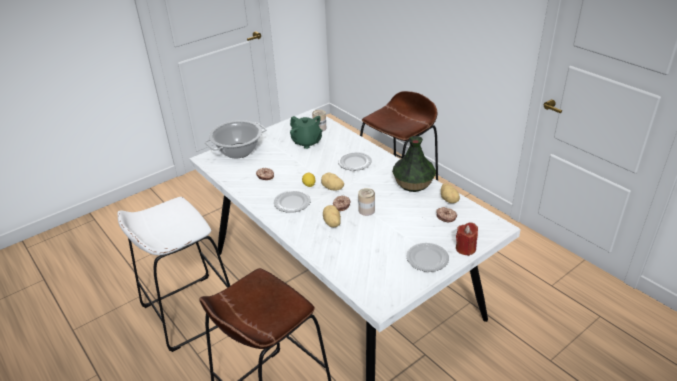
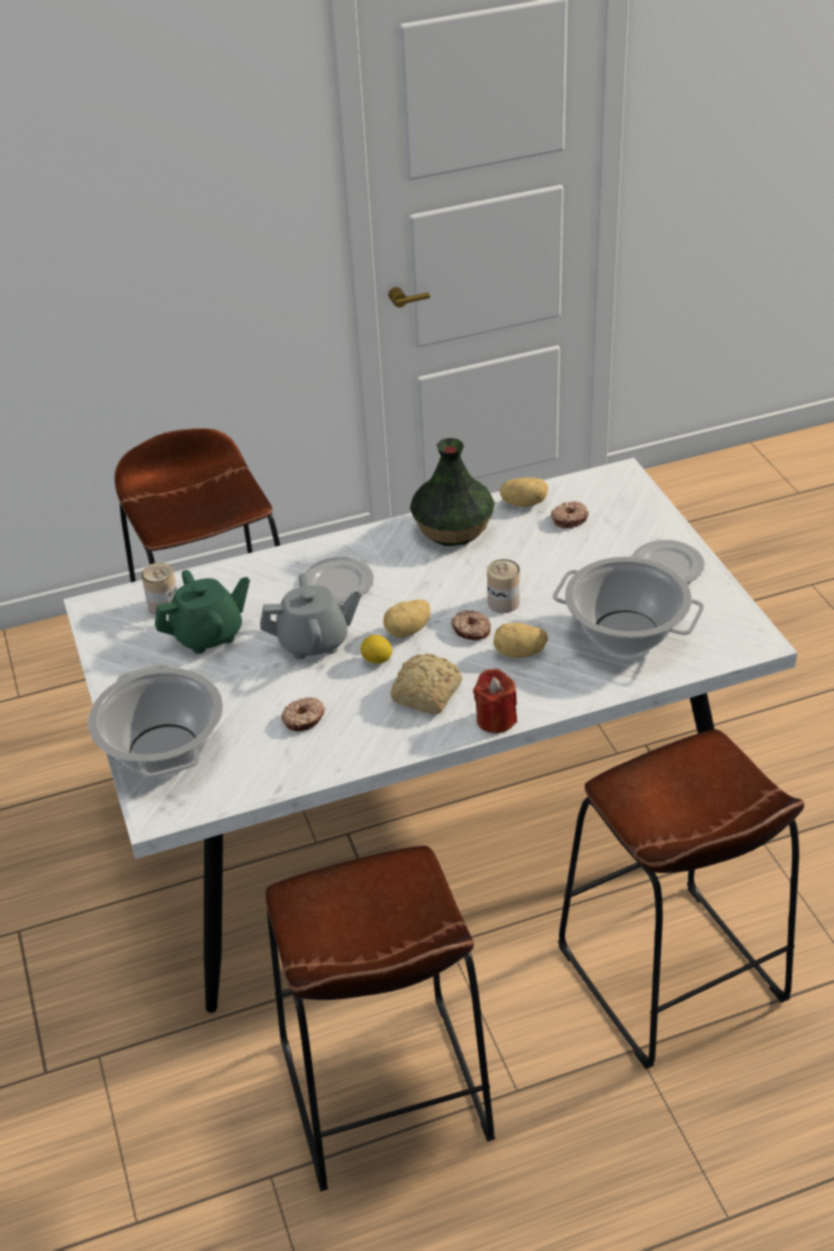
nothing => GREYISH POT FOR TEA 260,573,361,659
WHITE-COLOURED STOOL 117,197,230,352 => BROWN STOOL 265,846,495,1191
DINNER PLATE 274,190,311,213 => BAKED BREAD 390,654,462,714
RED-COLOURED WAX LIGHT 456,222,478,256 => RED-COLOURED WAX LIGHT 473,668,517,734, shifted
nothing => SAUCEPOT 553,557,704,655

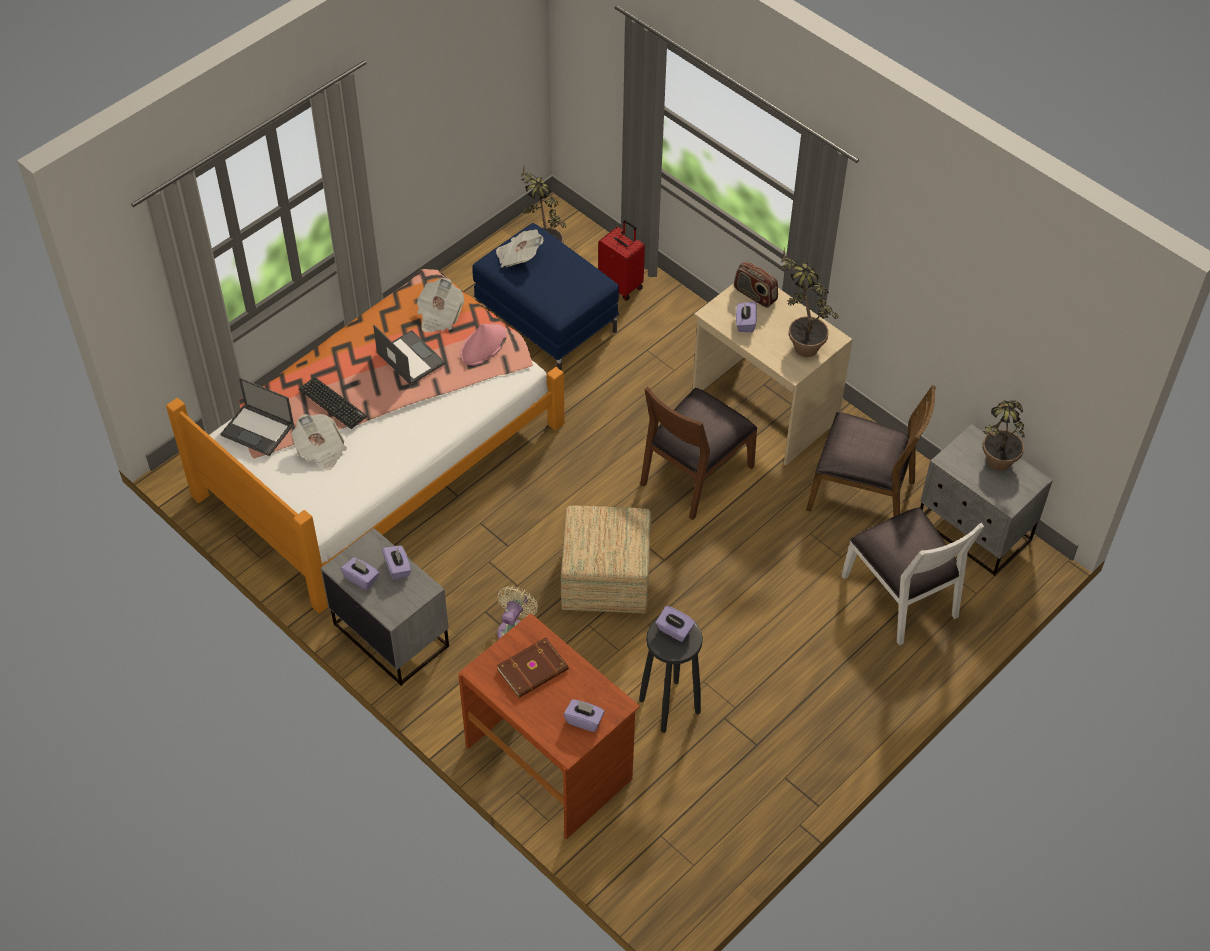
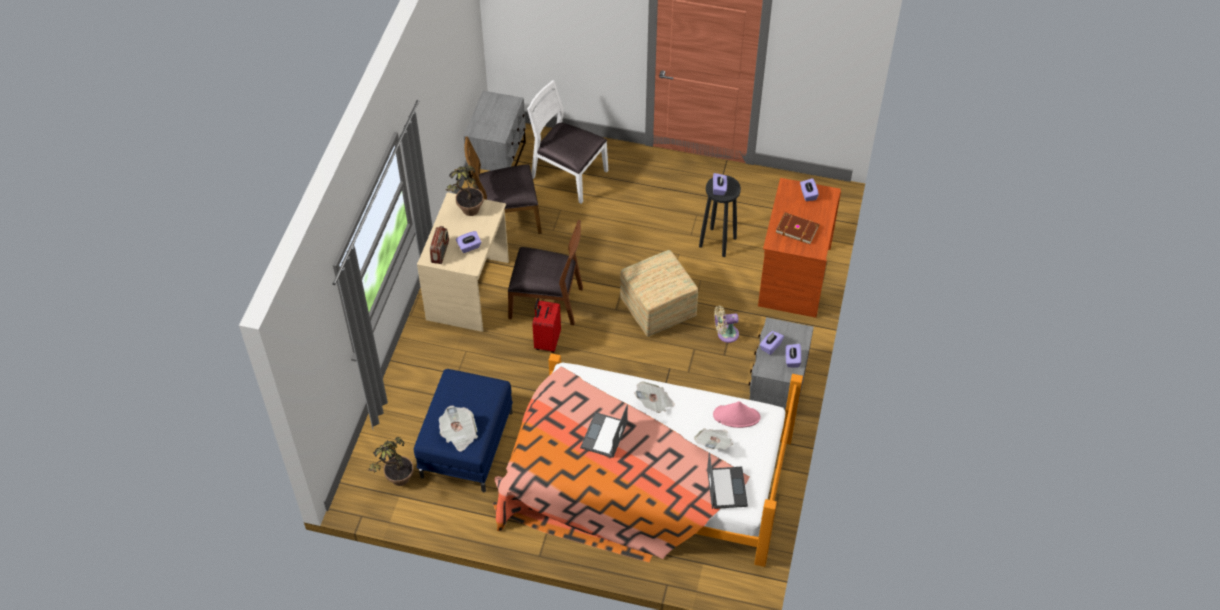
BROWN UPRIGHT CHAIR 806,385,936,517 => BROWN UPRIGHT CHAIR 464,136,542,234, 90 degrees counterclockwise
WHITE-COLOURED UPRIGHT CHAIR 841,507,984,646 => WHITE-COLOURED UPRIGHT CHAIR 527,80,608,204, 90 degrees counterclockwise
RED-COLOURED PIECE OF LUGGAGE 598,220,645,301 => RED-COLOURED PIECE OF LUGGAGE 532,299,561,353, shifted
PRINTED PAPER 417,278,464,332 => PRINTED PAPER 634,381,675,413, shifted
PINK WEARABLE HAT 460,324,507,366 => PINK WEARABLE HAT 713,401,761,428, shifted
PC KEYBOARD 299,377,367,429 => nothing
PLANT IN A POT 983,400,1025,471 => nothing

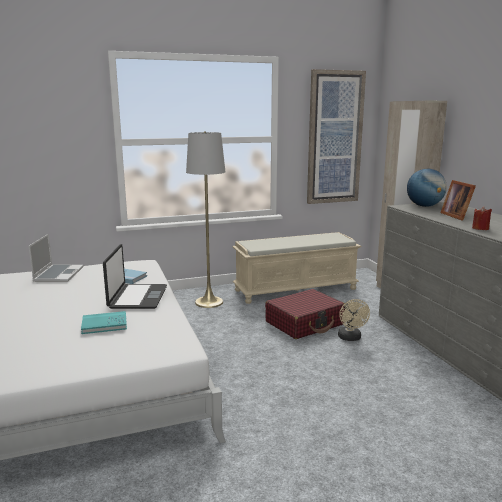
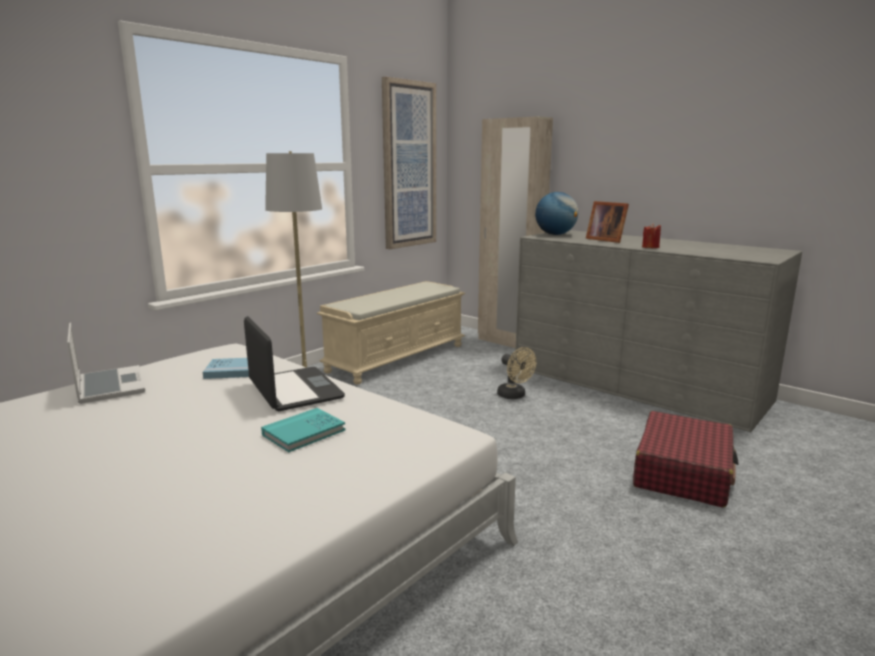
RED-COLOURED PIECE OF LUGGAGE 265,289,345,339 => RED-COLOURED PIECE OF LUGGAGE 633,411,739,507, shifted

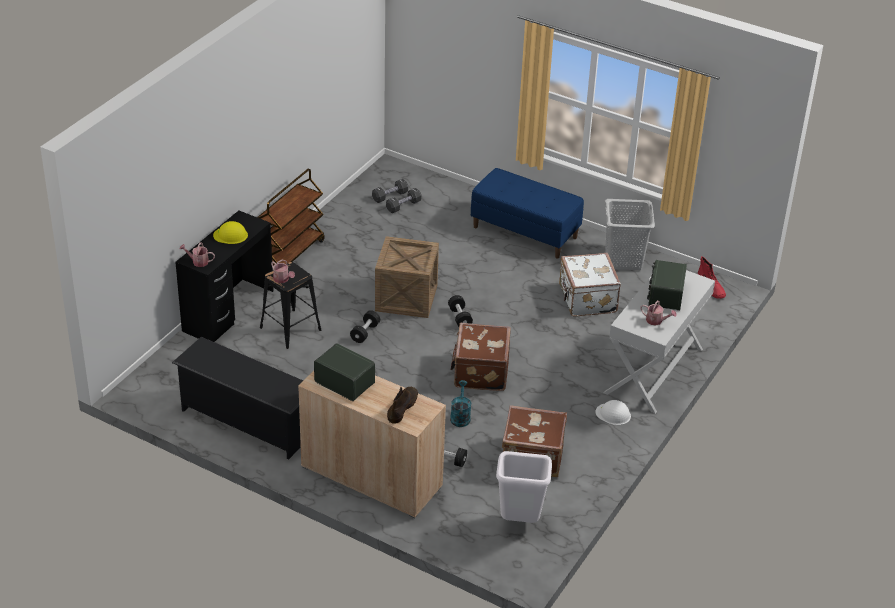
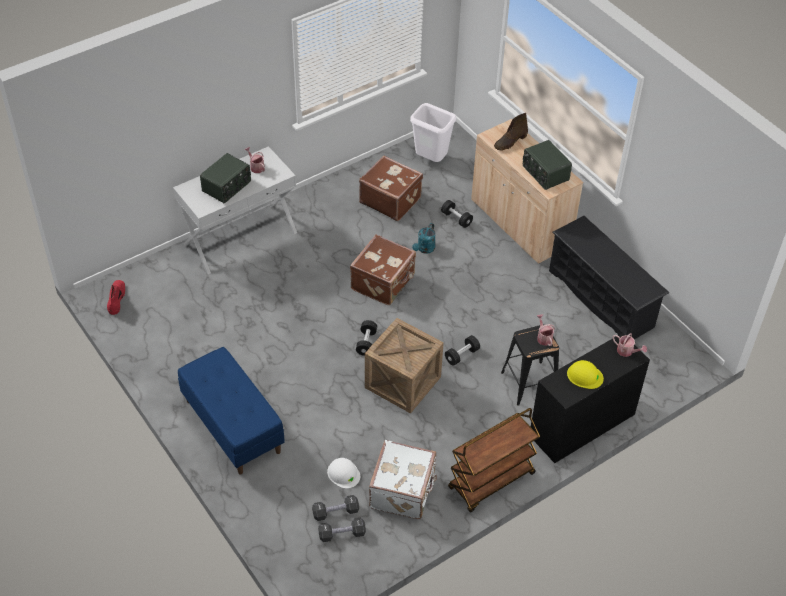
WHITE-COLOURED SAFETY HELMET 596,400,631,425 => WHITE-COLOURED SAFETY HELMET 327,458,360,489, shifted
WHITE-COLOURED PIECE OF LUGGAGE 559,253,621,316 => WHITE-COLOURED PIECE OF LUGGAGE 369,440,437,519, shifted
GREYISH LAUNDRY BASKET 605,199,655,270 => nothing

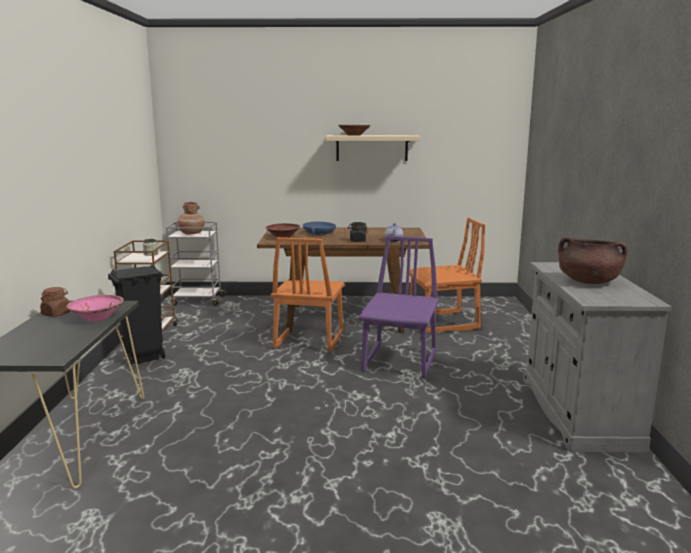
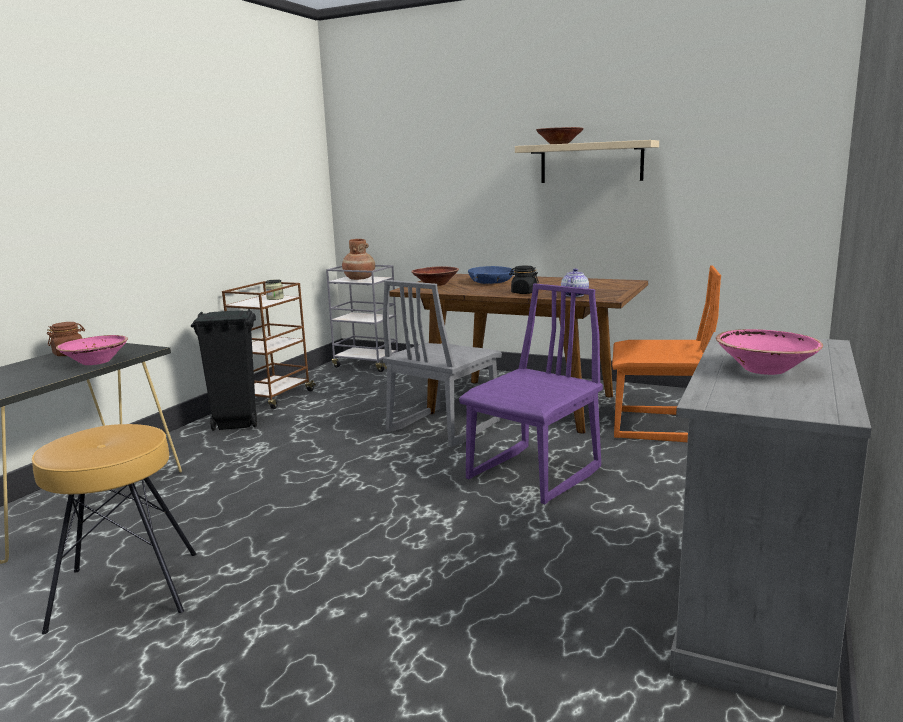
nothing => BROWN STOOL 32,424,196,634
ORANGE-COLOURED UPRIGHT CHAIR 271,237,345,352 => GREYISH UPRIGHT CHAIR 383,280,502,447
BROWN SAUCEPOT 558,237,627,284 => PINK DEEP DISH 716,329,823,375

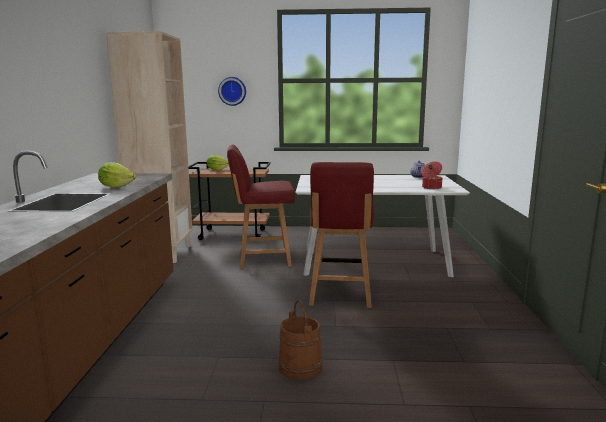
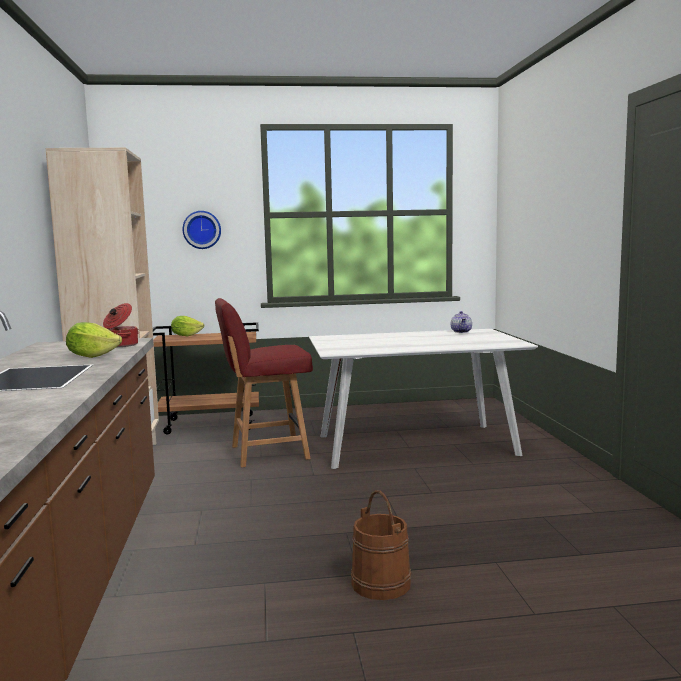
SAUCEPOT 421,162,442,189 => SAUCEPOT 103,303,138,347, shifted
RED-COLOURED UPRIGHT CHAIR 309,162,374,308 => nothing

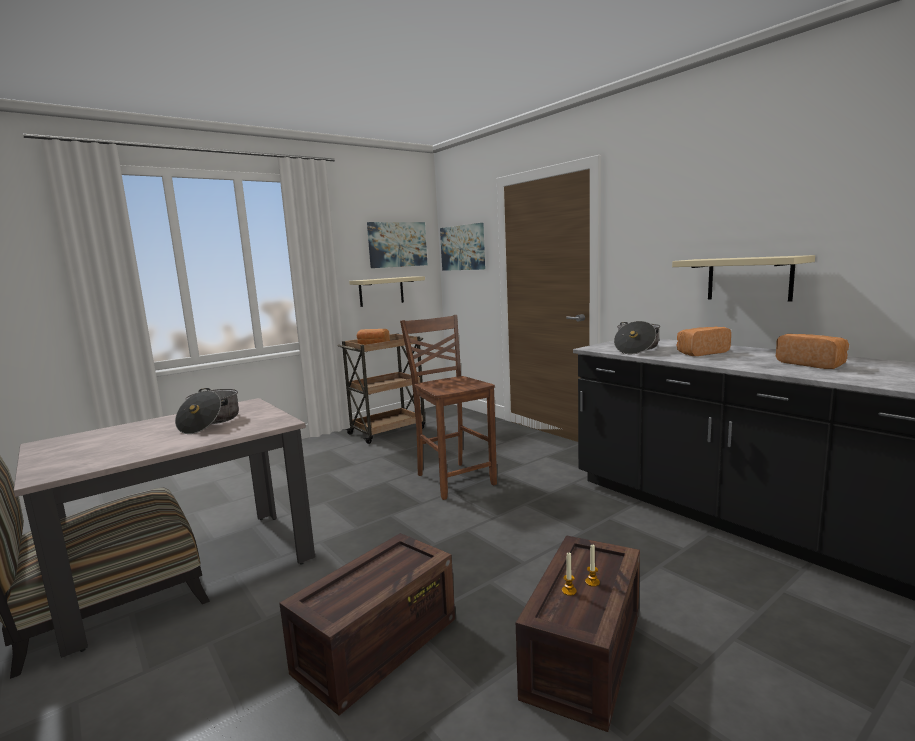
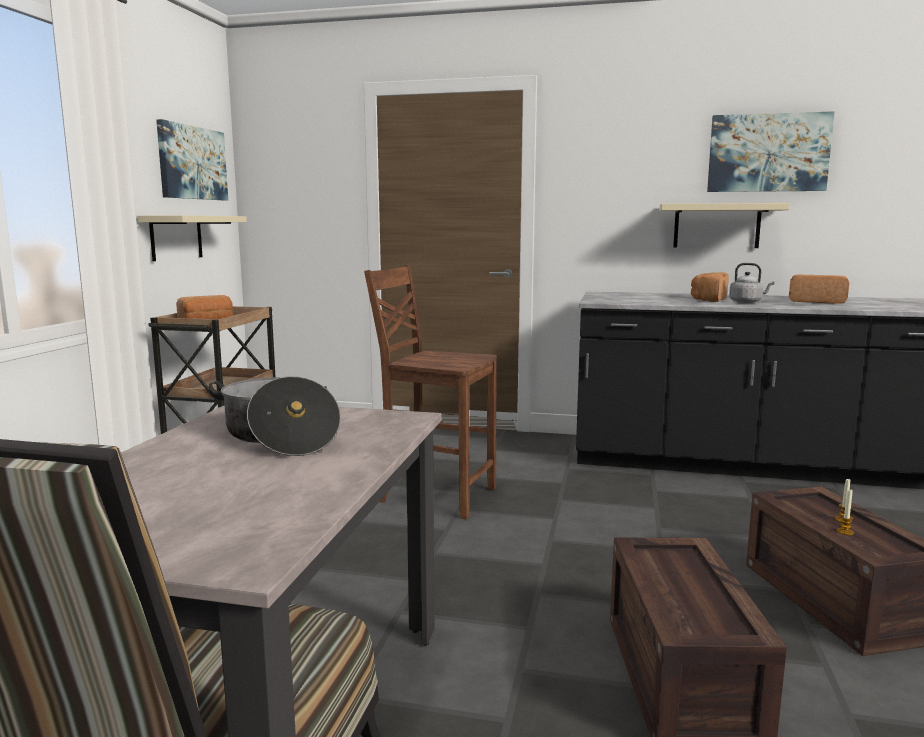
PICTURE 440,223,485,271 => PICTURE 707,111,835,192, shifted
nothing => GREYISH TEA KETTLE 729,263,774,303
SAUCEPOT 614,321,660,354 => nothing

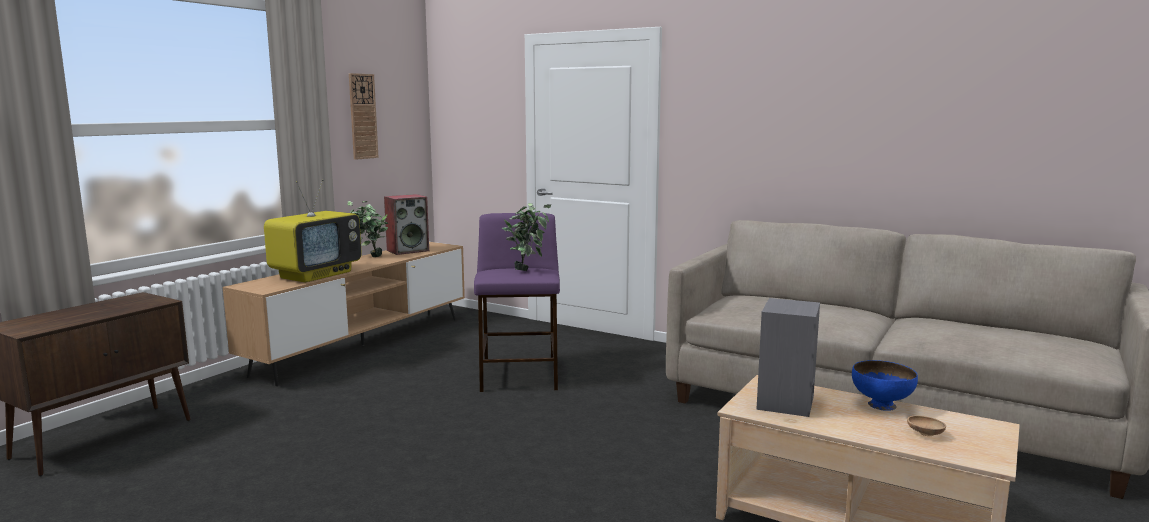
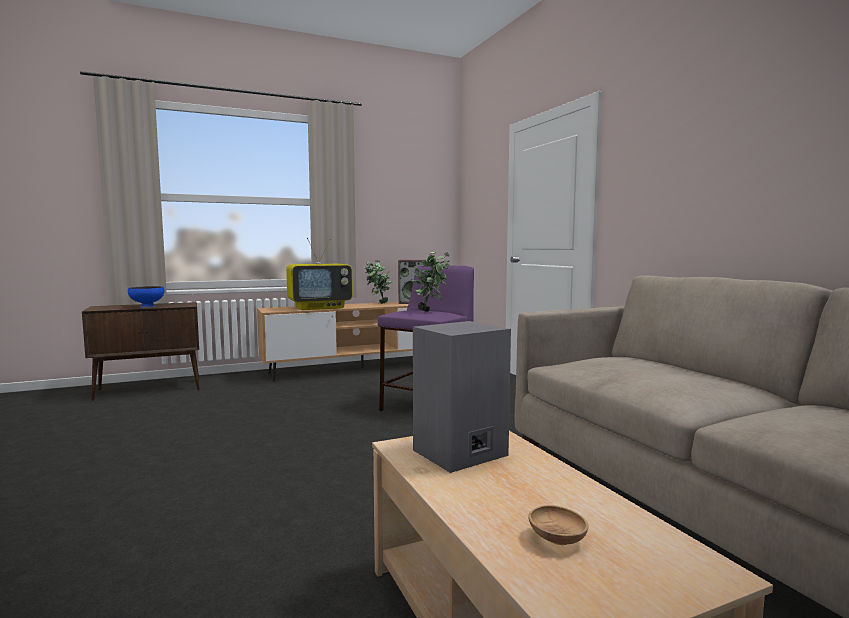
BLUISH DEEP DISH 852,360,918,411 => BLUISH DEEP DISH 128,286,165,308, shifted
HANGING CLOCK 349,73,379,160 => nothing

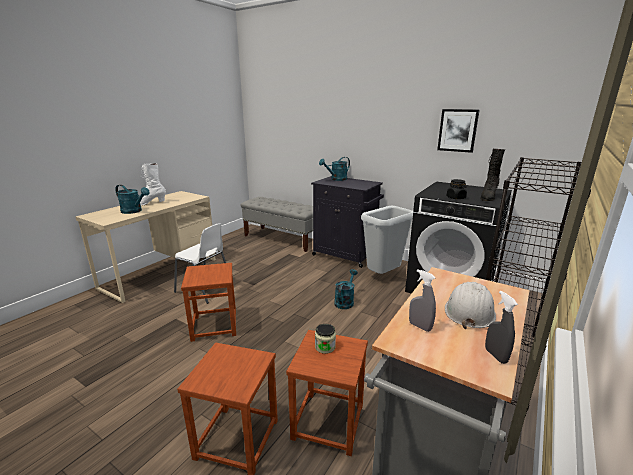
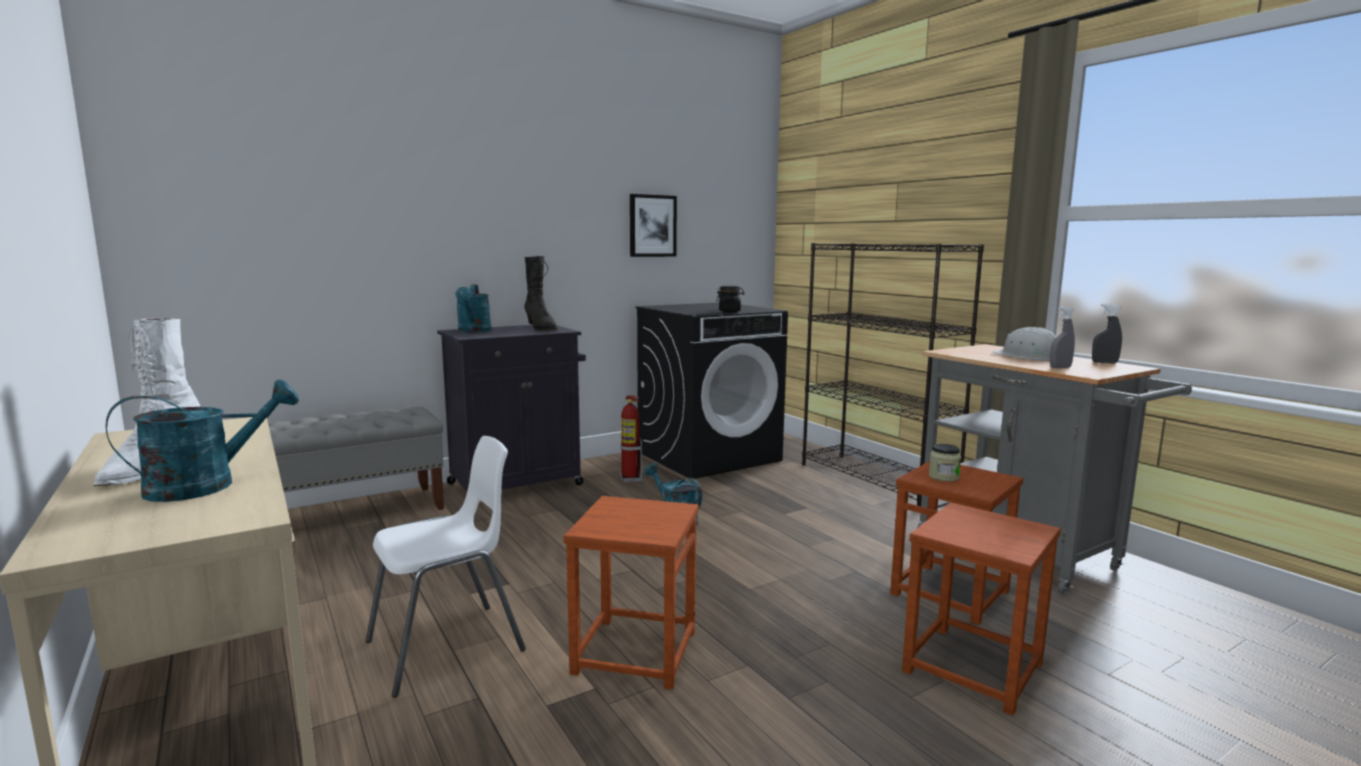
BLACKISH BOOT 480,149,505,201 => BLACKISH BOOT 524,256,557,331, shifted
GREYISH WASTE BIN 361,206,413,274 => FIRE-FIGHTING CYLINDER 620,395,642,483

